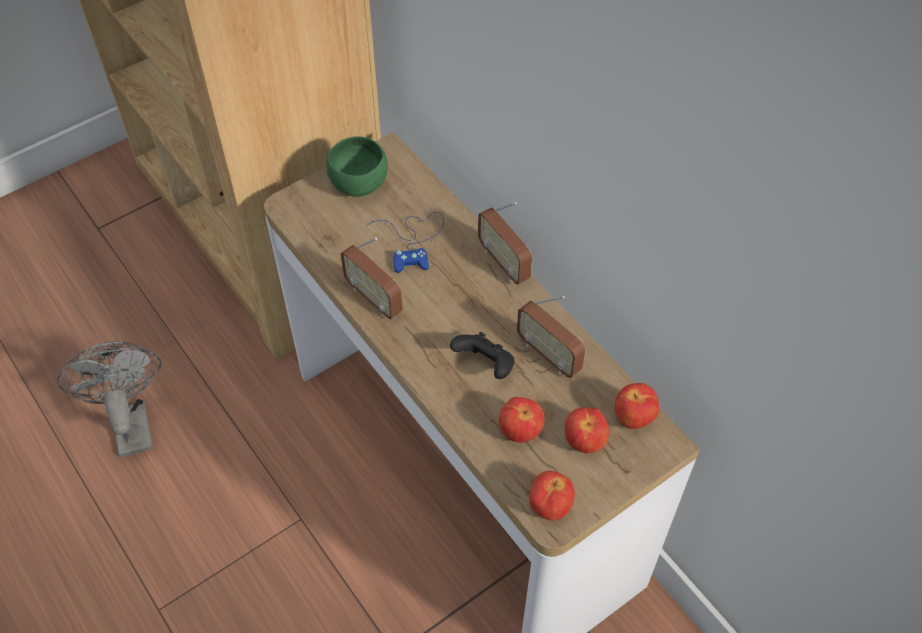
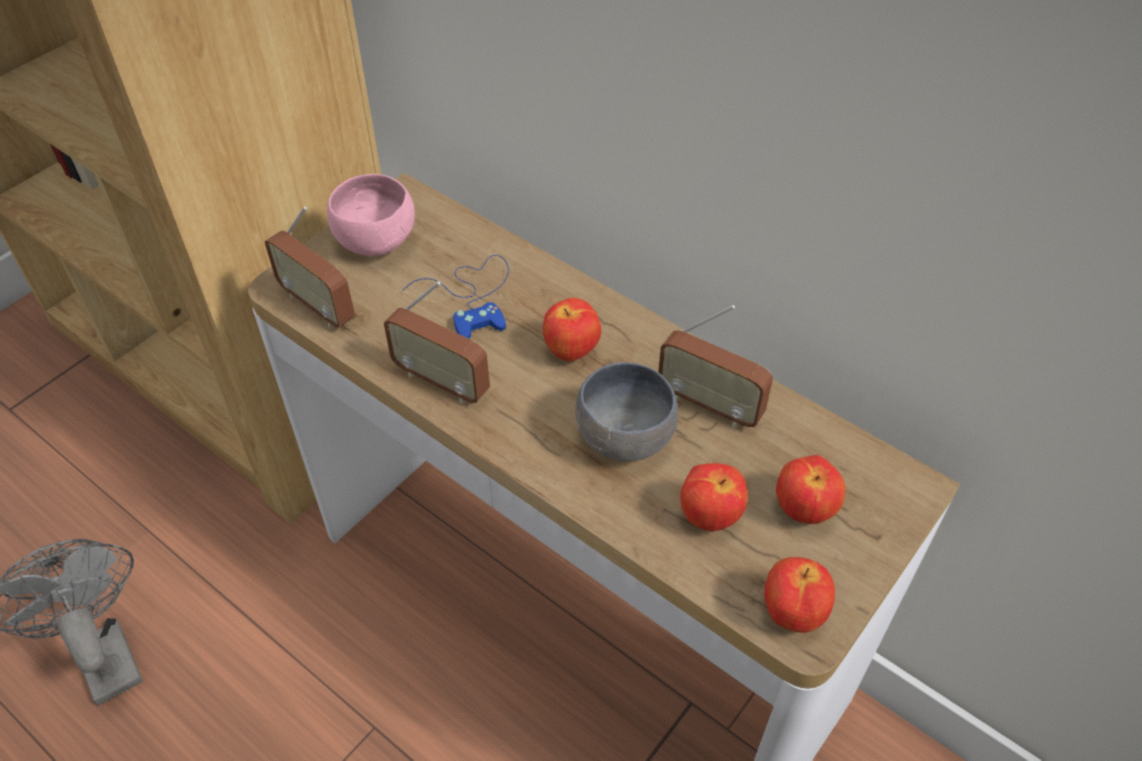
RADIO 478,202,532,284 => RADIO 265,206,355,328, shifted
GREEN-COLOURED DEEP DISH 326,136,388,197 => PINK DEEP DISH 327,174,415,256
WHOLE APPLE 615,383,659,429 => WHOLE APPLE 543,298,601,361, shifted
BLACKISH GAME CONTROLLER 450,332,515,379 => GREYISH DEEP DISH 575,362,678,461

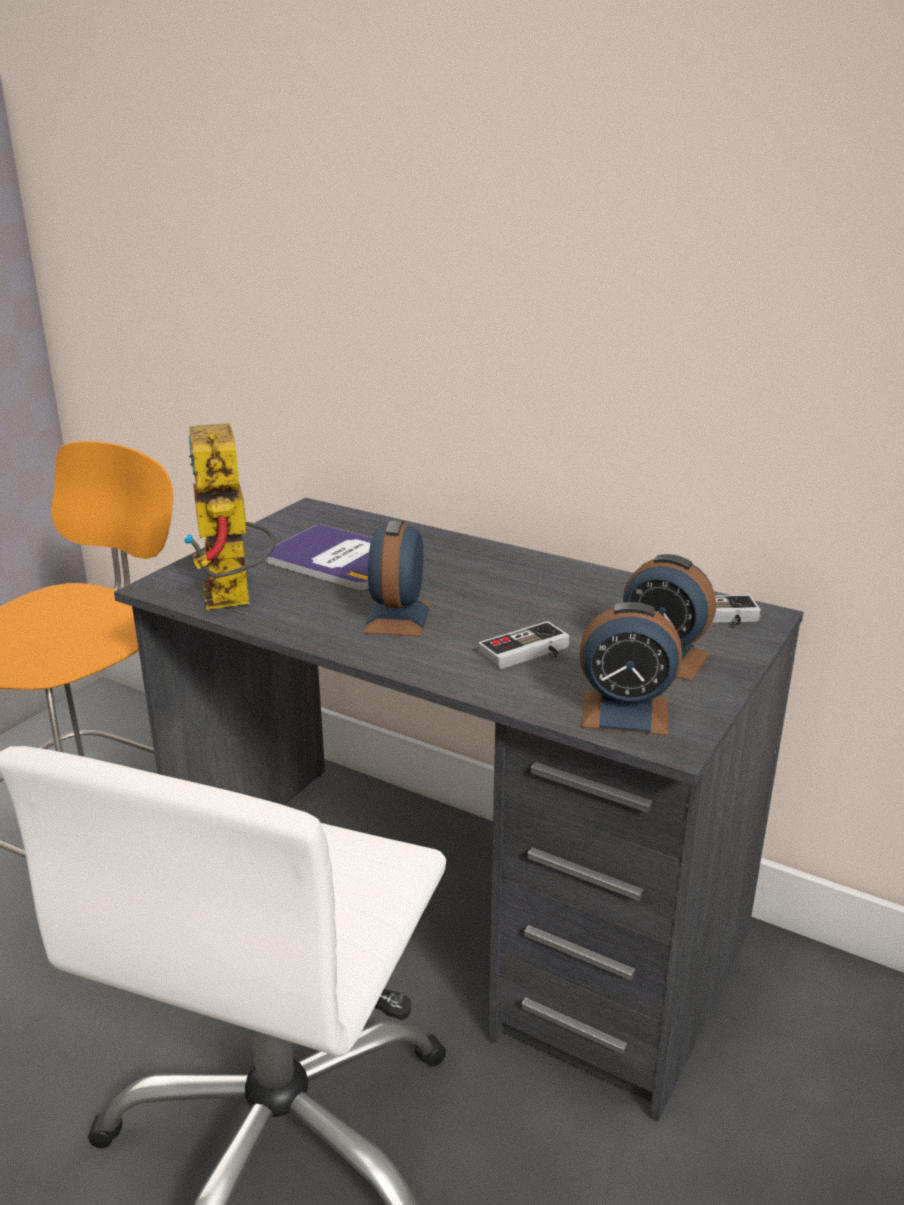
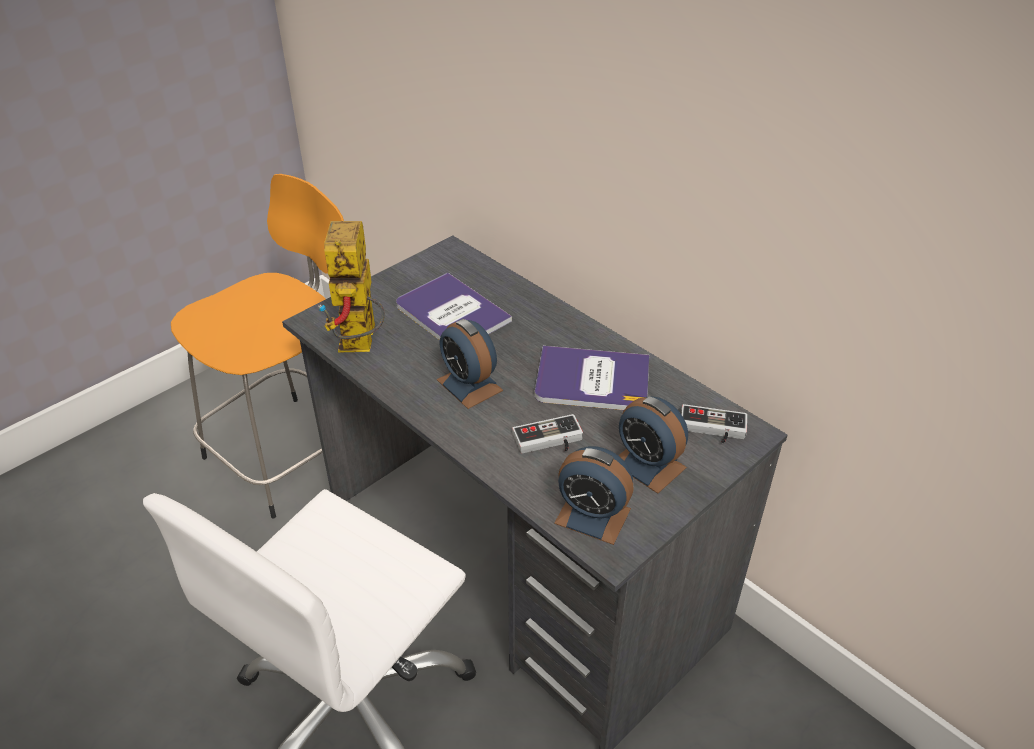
BEDSIDE CLOCK 363,519,431,637 => BEDSIDE CLOCK 437,319,503,409, 60 degrees counterclockwise
nothing => BOOK 535,346,649,410

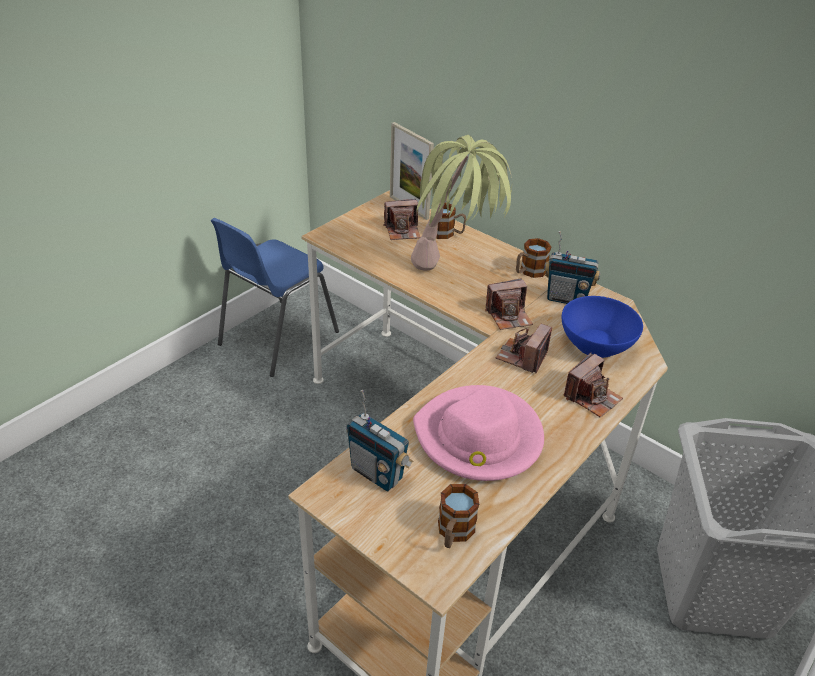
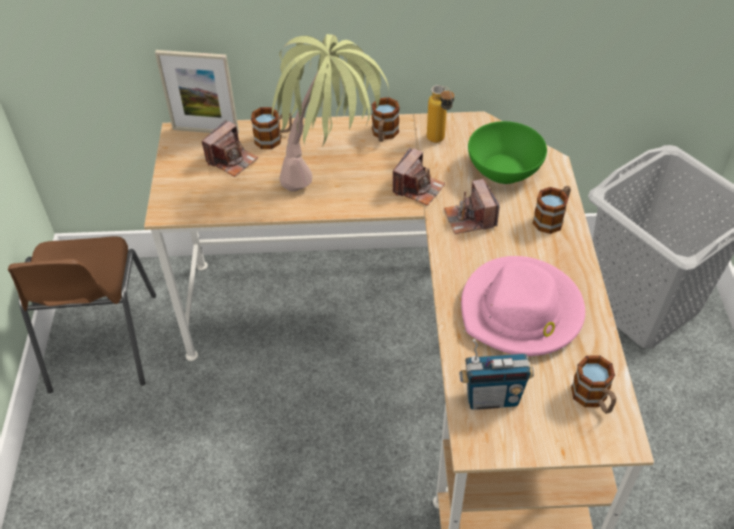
BLUISH UPRIGHT CHAIR 211,218,339,377 => BROWN UPRIGHT CHAIR 8,236,156,393
RADIO 544,231,601,304 => BEVERAGE BOTTLE 427,85,455,143
BLUISH DEEP DISH 562,296,643,358 => GREEN-COLOURED DEEP DISH 468,121,547,184
PHOTO CAMERA 564,352,623,418 => COFFEE MUG 533,186,571,234

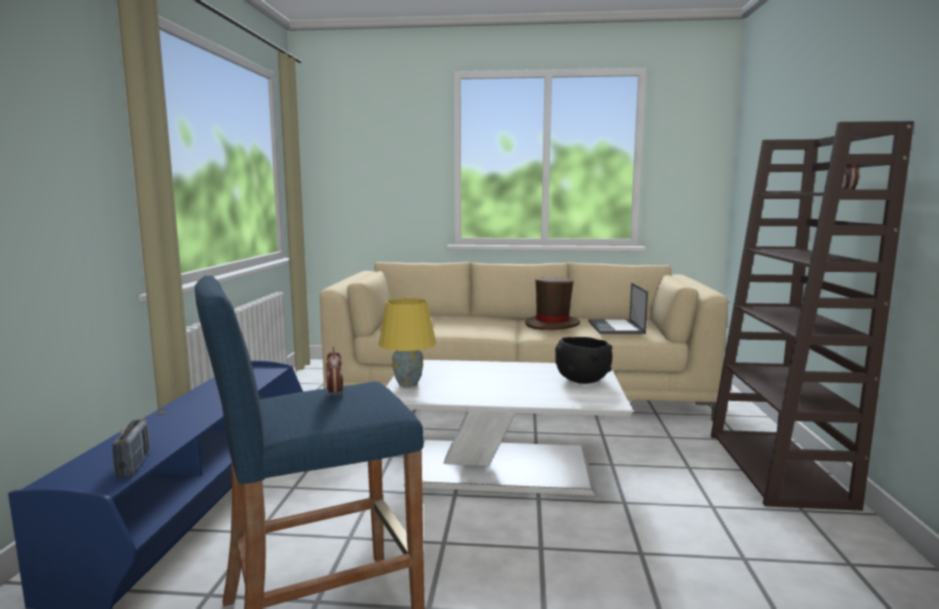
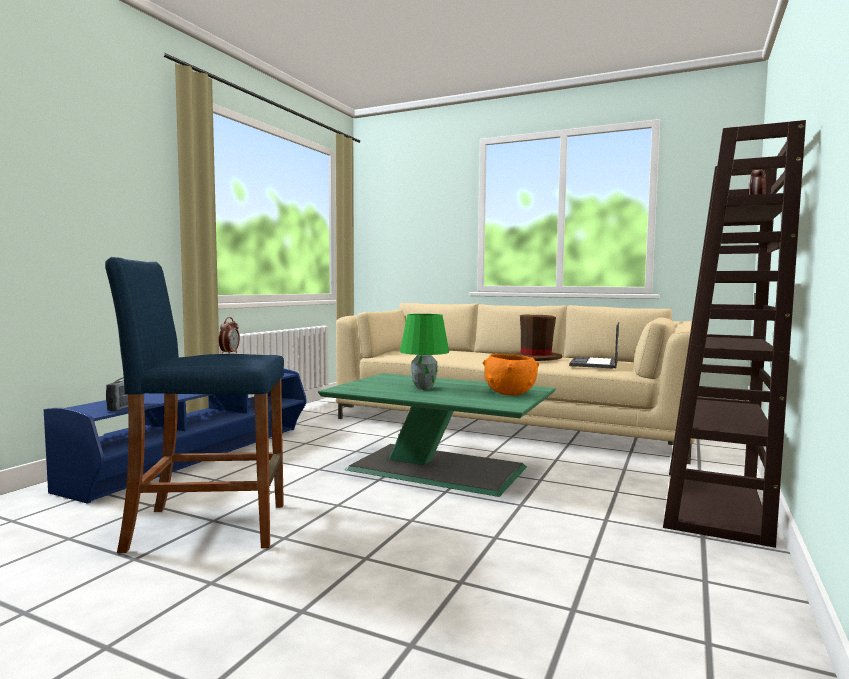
WHITE-COLOURED LOW TABLE 386,360,633,496 => GREEN-COLOURED LOW TABLE 318,373,556,497
nothing => GREEN-COLOURED TABLE LAMP 400,314,449,390
BLACKISH DEEP DISH 555,337,612,384 => ORANGE-COLOURED DEEP DISH 483,354,539,395
YELLOW-COLOURED TABLE LAMP 379,298,436,387 => nothing

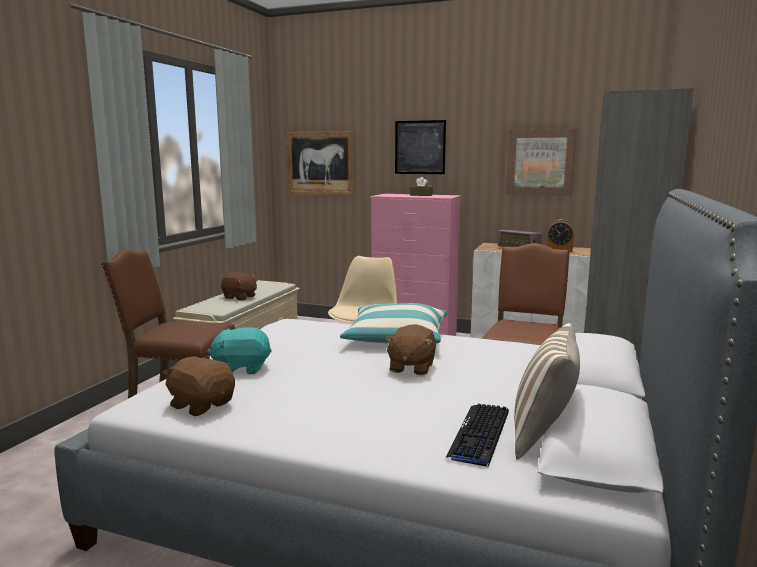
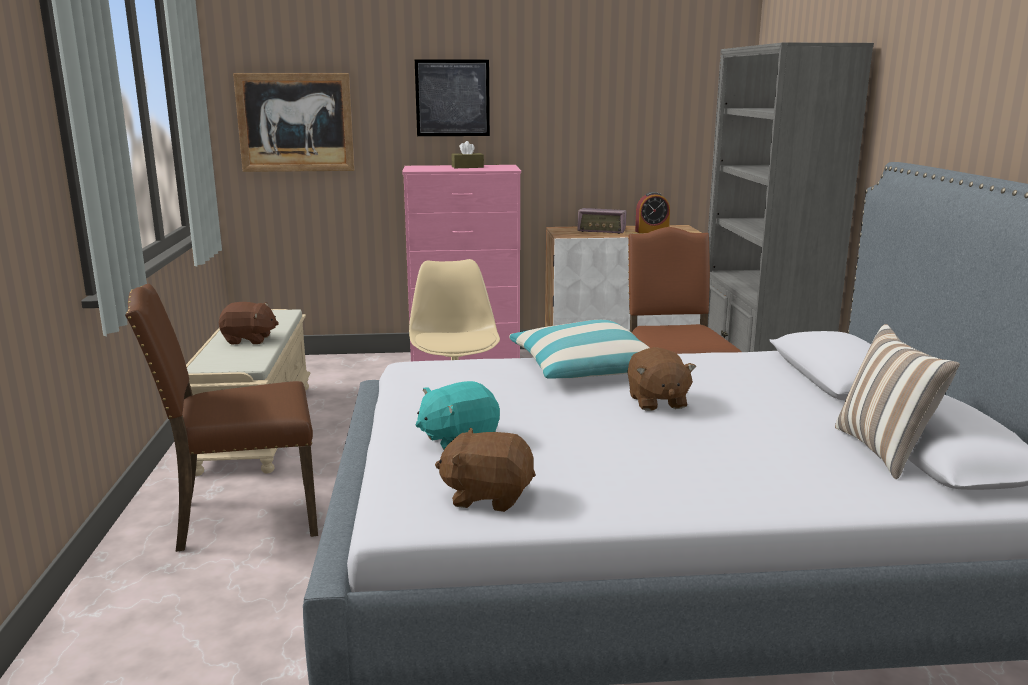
PC KEYBOARD 445,404,509,467 => nothing
PICTURE 506,129,577,196 => nothing

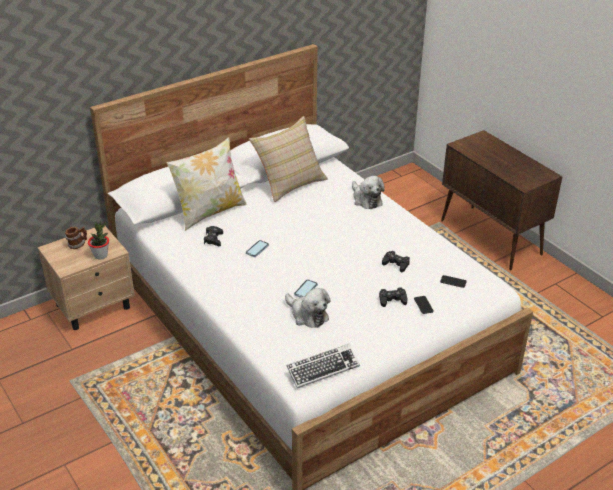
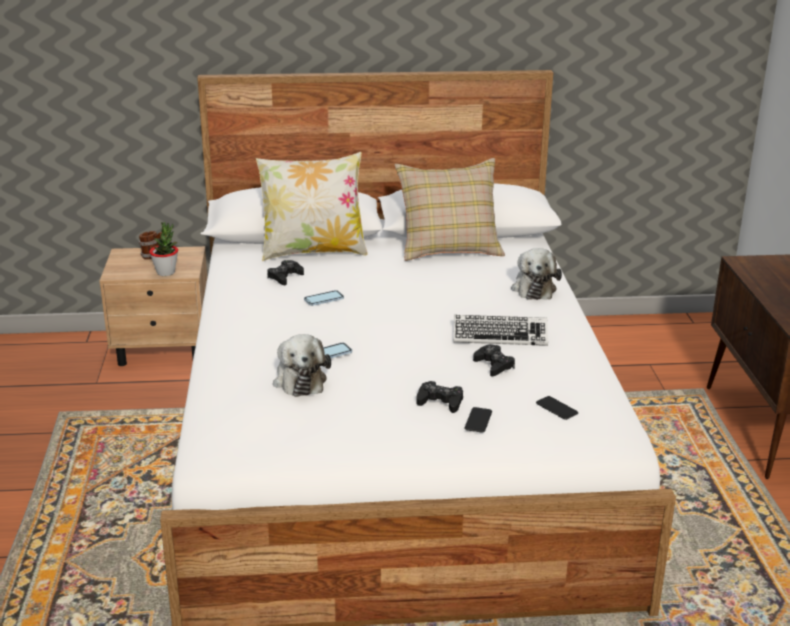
PC KEYBOARD 287,344,360,388 => PC KEYBOARD 454,315,548,346, shifted

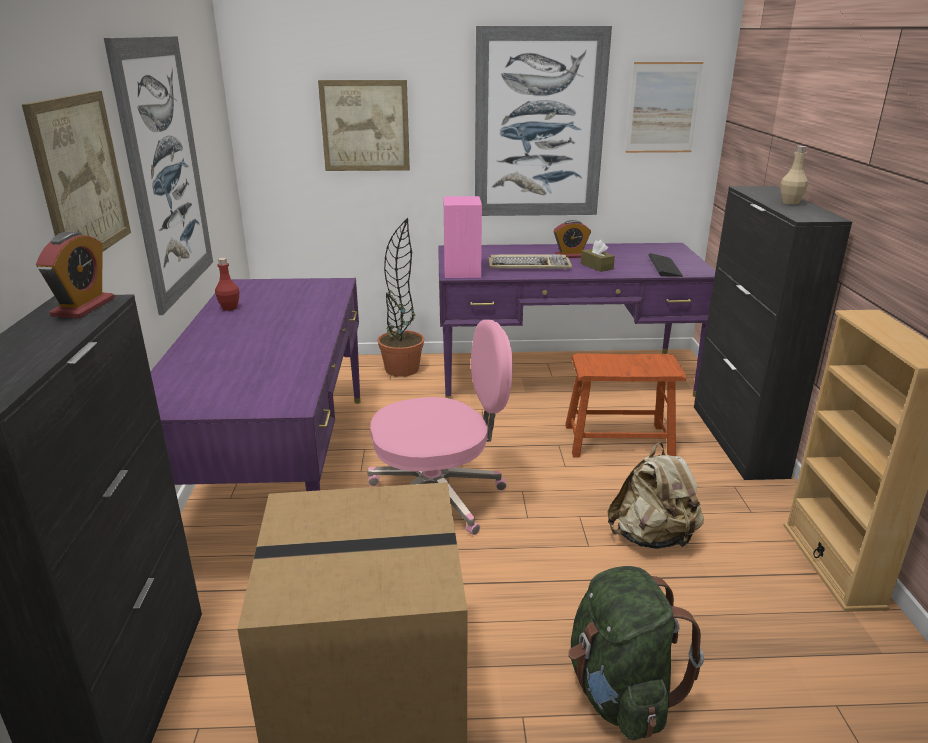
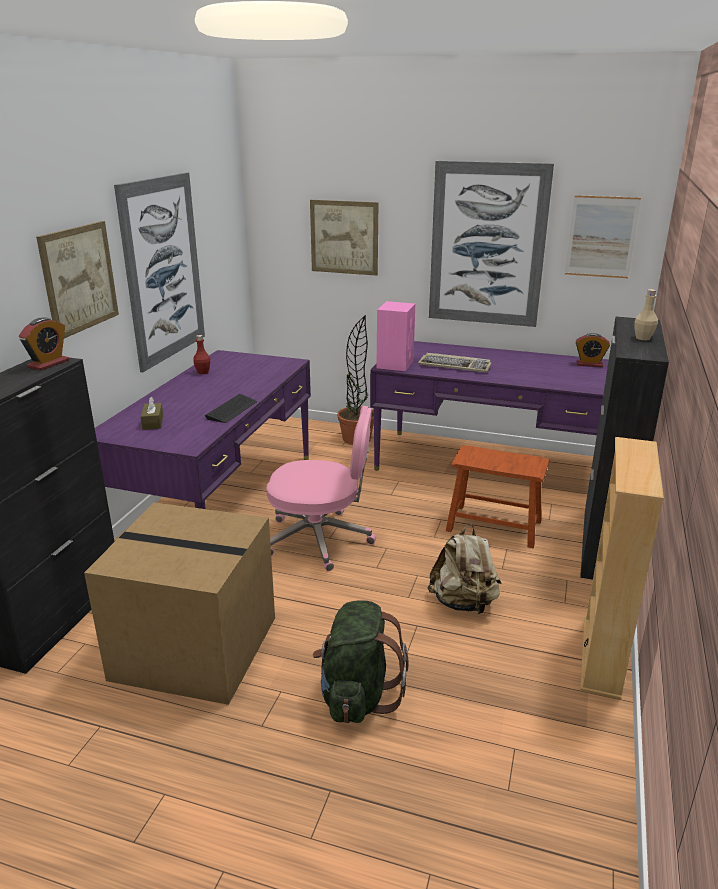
BROWN TISSUE HOLDER 581,240,615,272 => BROWN TISSUE HOLDER 141,396,163,430, shifted
PC KEYBOARD 648,253,683,277 => PC KEYBOARD 205,394,257,423, shifted
BEDSIDE CLOCK 554,220,591,258 => BEDSIDE CLOCK 576,333,610,367, shifted

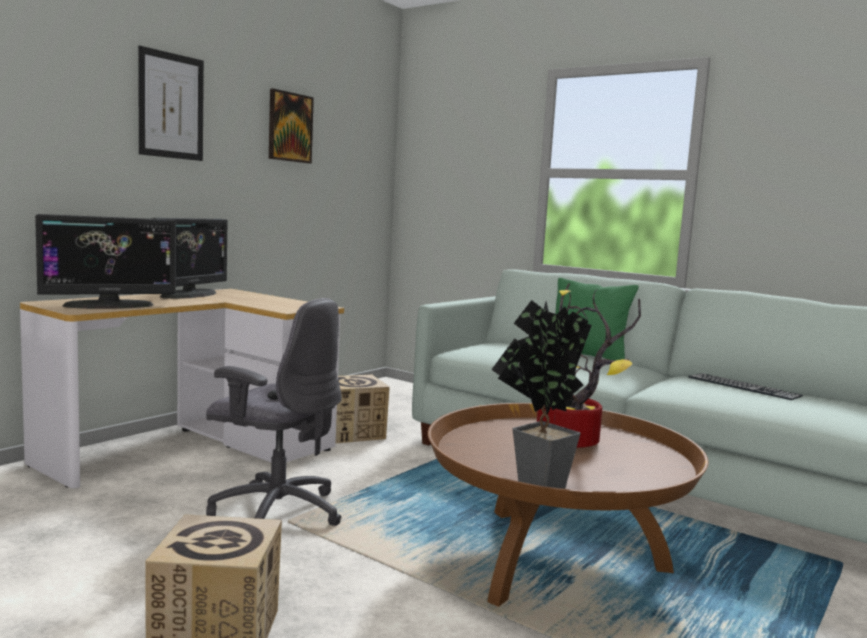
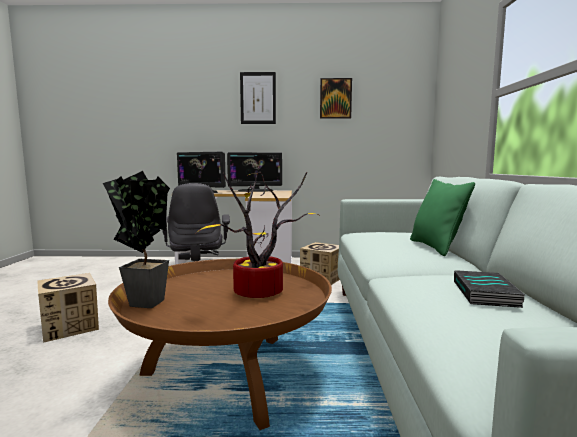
PC KEYBOARD 688,373,803,400 => BOOK 454,270,525,308

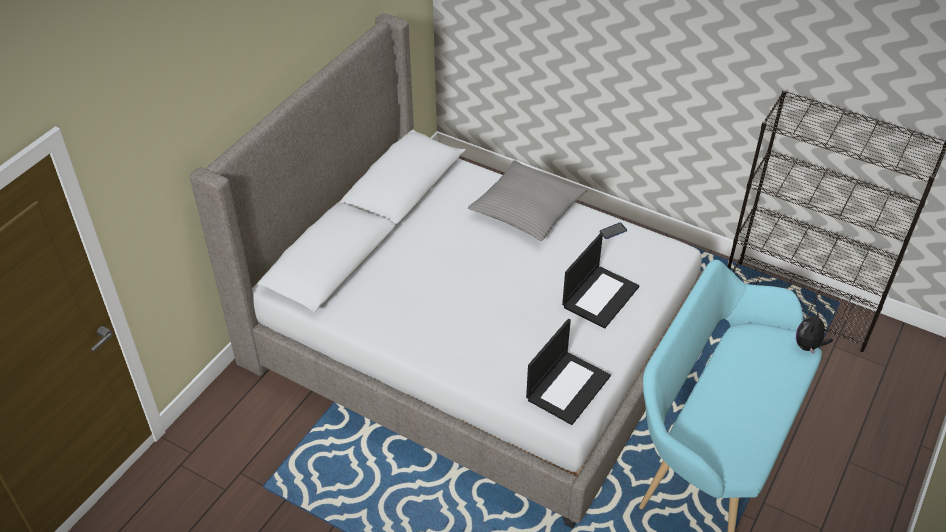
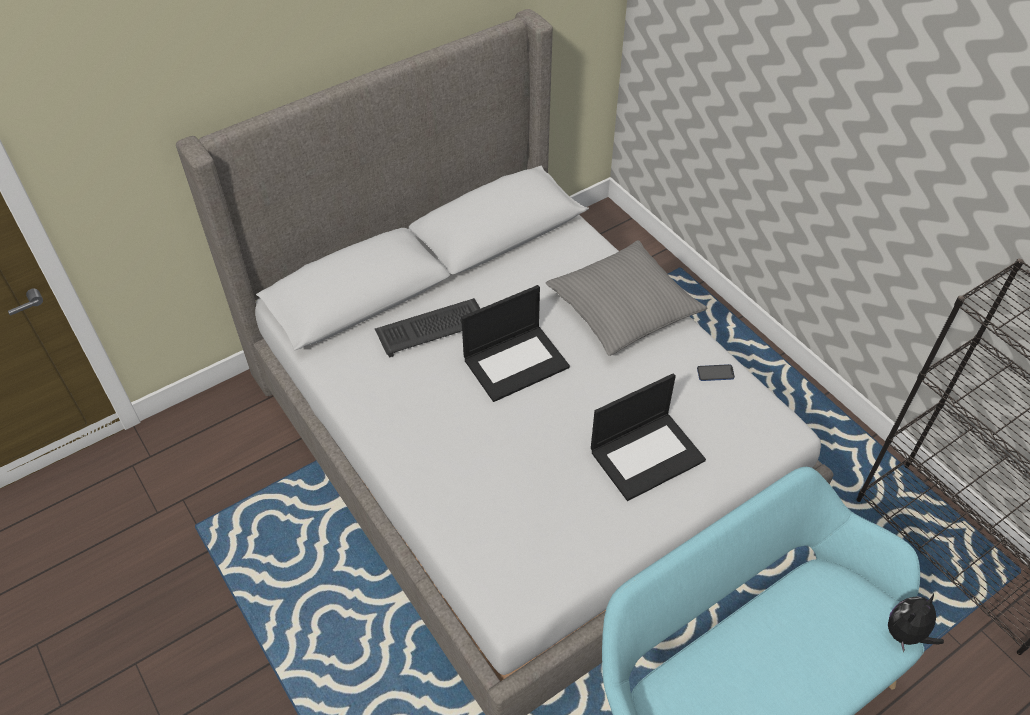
nothing => PC KEYBOARD 375,298,481,358
NOTEBOOK COMPUTER 526,319,611,425 => NOTEBOOK COMPUTER 461,285,570,402, shifted

